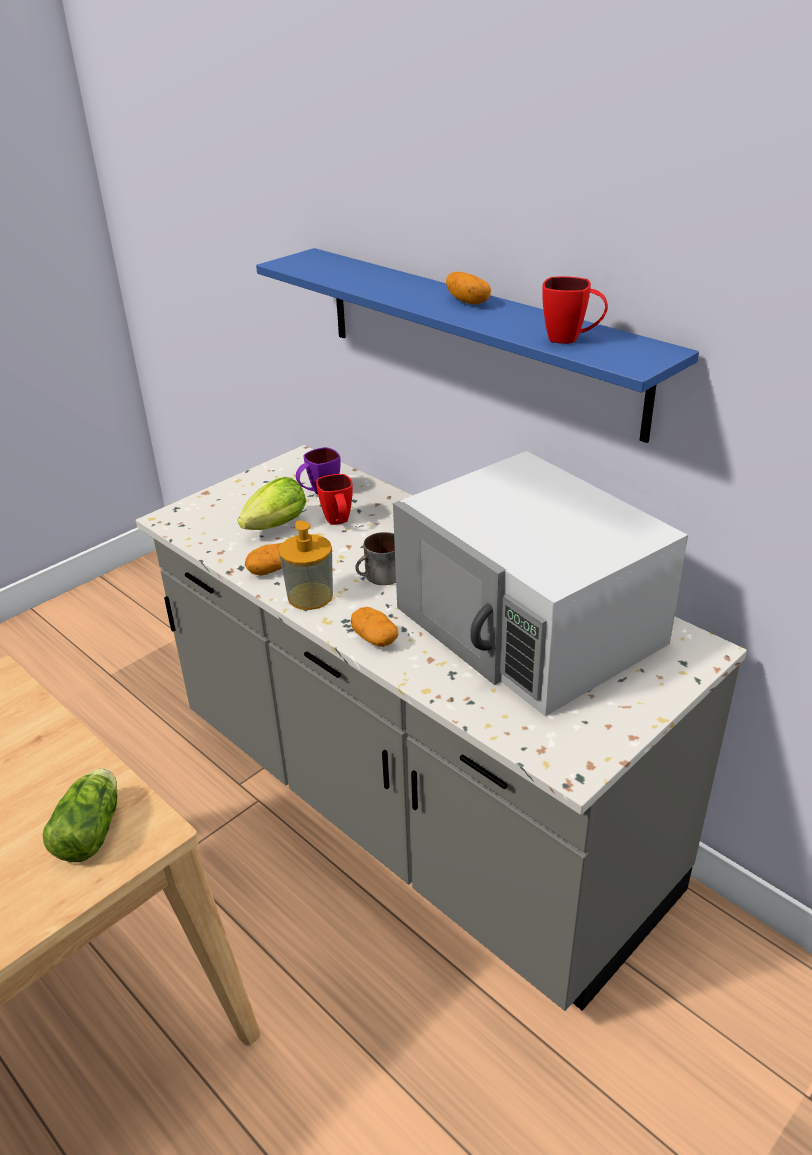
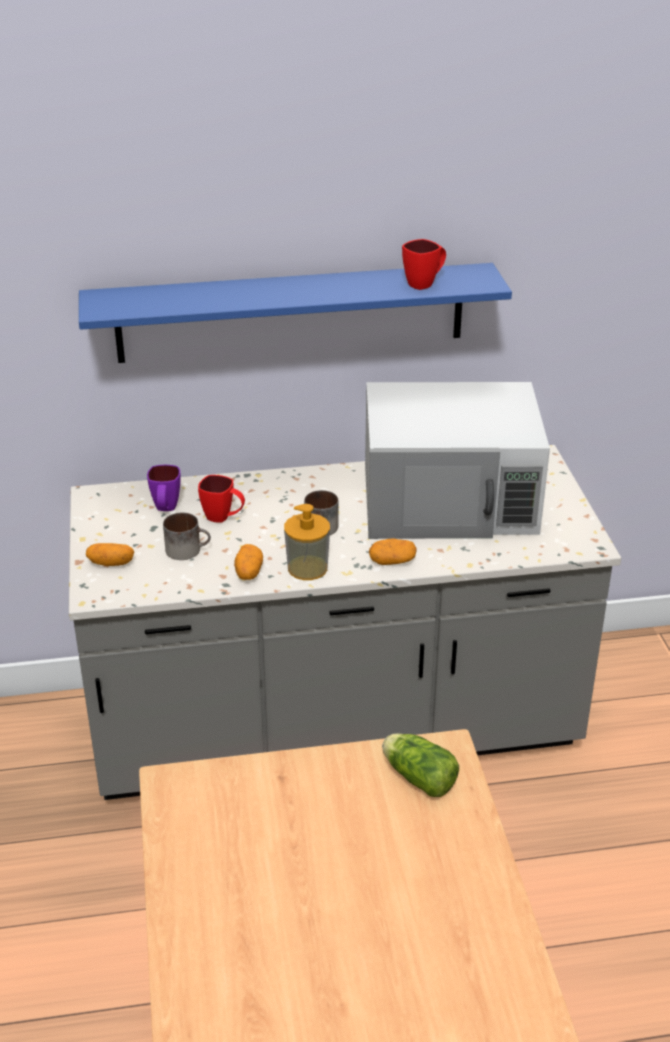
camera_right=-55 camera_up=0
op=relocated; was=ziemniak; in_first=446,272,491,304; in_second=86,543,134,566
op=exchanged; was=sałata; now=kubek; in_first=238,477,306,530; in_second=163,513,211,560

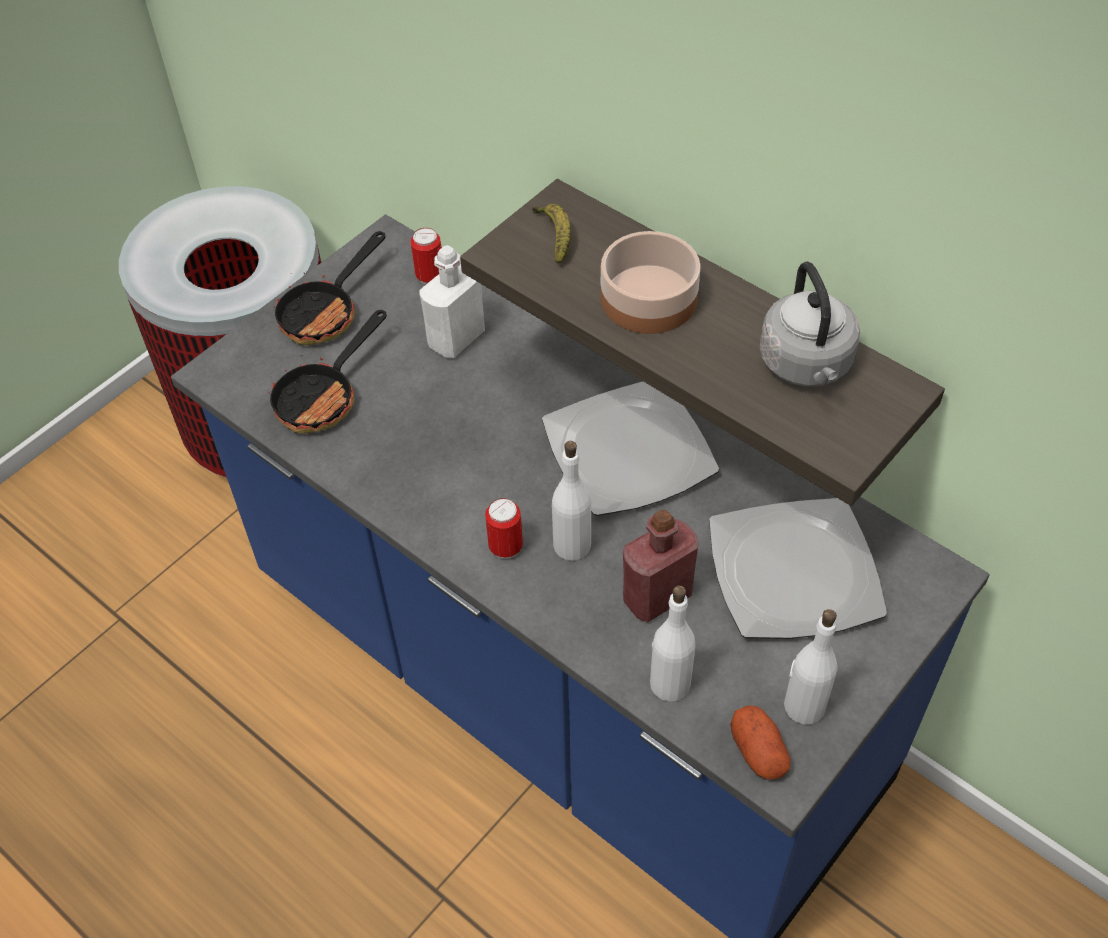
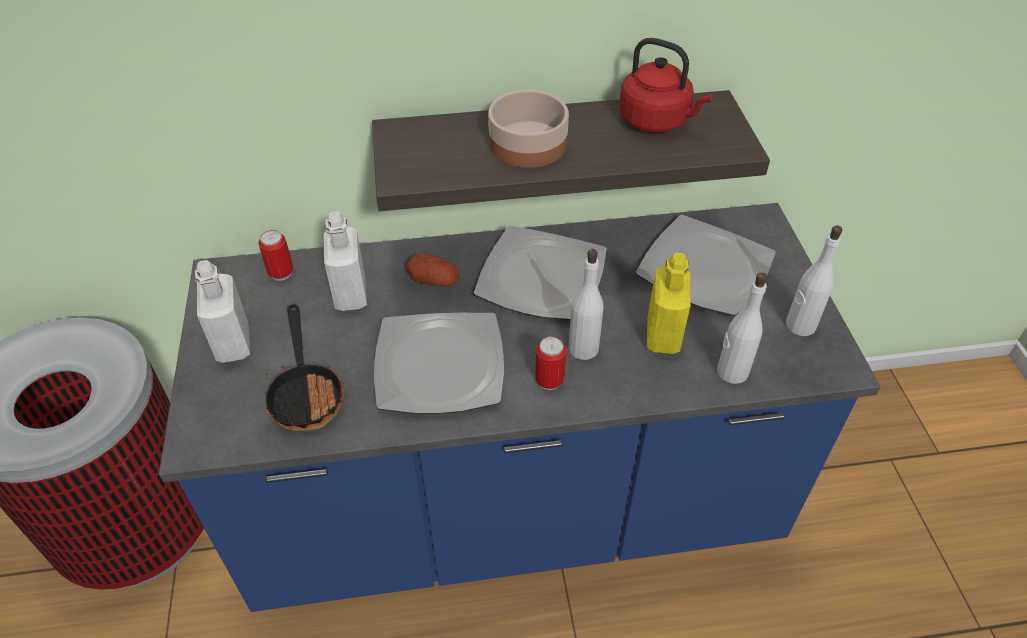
camera_right=-50 camera_up=-5
op=missing; was=banan; in_first=532,204,571,264
op=exchanged; was=patelnia; now=butelka [biały]; in_first=273,231,385,345; in_second=195,260,250,363
op=colour; was=czajnik [szary]; now=czajnik [czerwony]; in_first=760,262,860,387; in_second=619,38,713,133
op=colour; was=butelka [czerwony]; now=butelka [żółty]; in_first=623,510,699,622; in_second=647,253,691,354
op=relocated; was=ziemniak; in_first=730,705,791,780; in_second=406,254,460,287
op=appeared; now=talerz; in_second=374,313,504,414

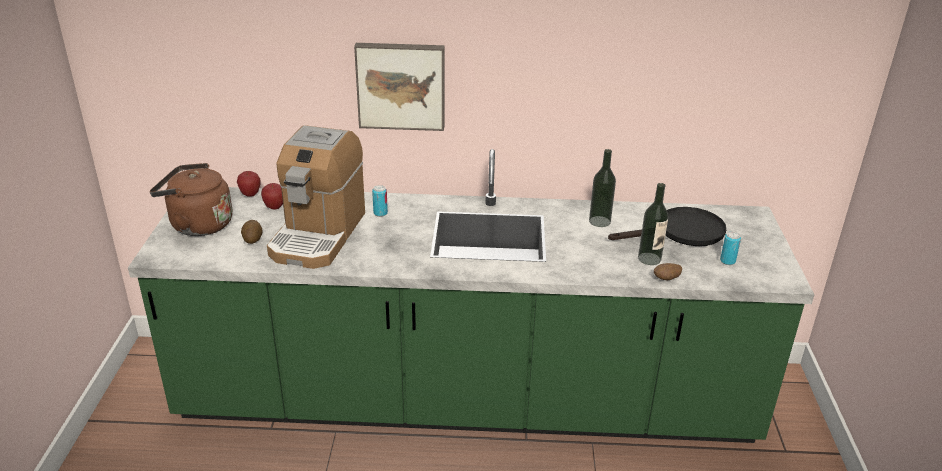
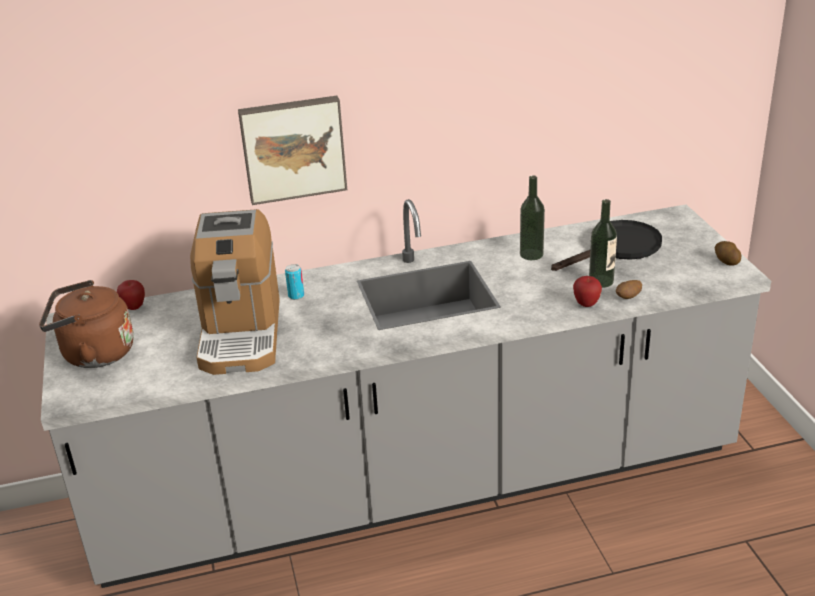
camera_right=-15 camera_up=0
op=colour; was=zabudowa kuchenna [zielony]; now=zabudowa kuchenna [szary]; in_first=128,149,815,443; in_second=41,199,771,588
op=relocated; was=jabłko; in_first=261,183,283,209; in_second=573,276,602,307
op=relocated; was=ziemniak; in_first=241,220,263,244; in_second=715,241,741,266
op=missing; was=puszka; in_first=720,231,741,265

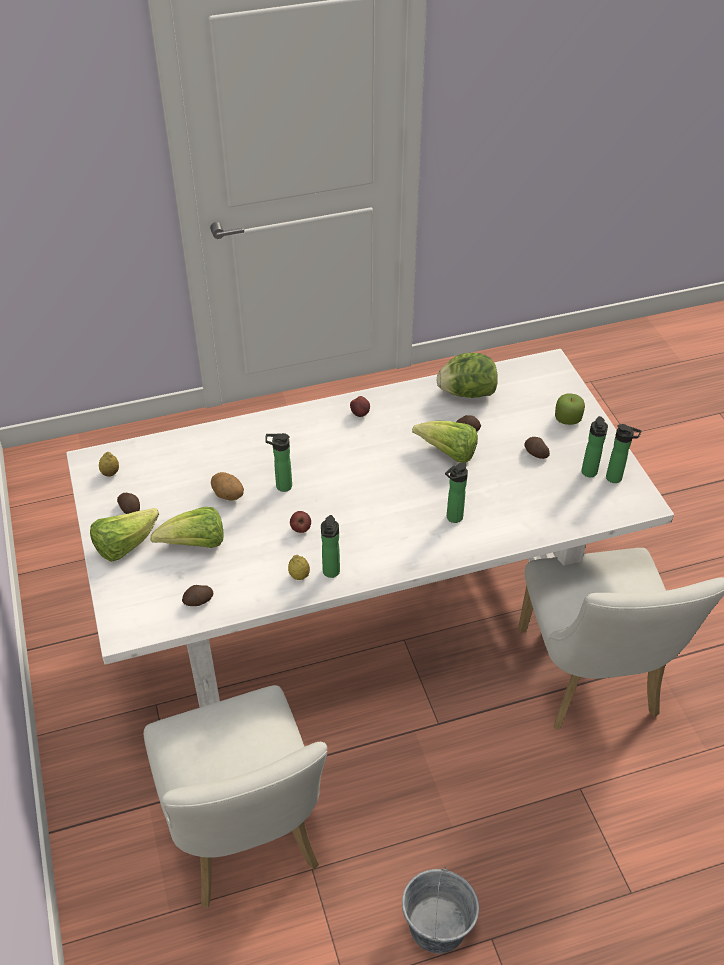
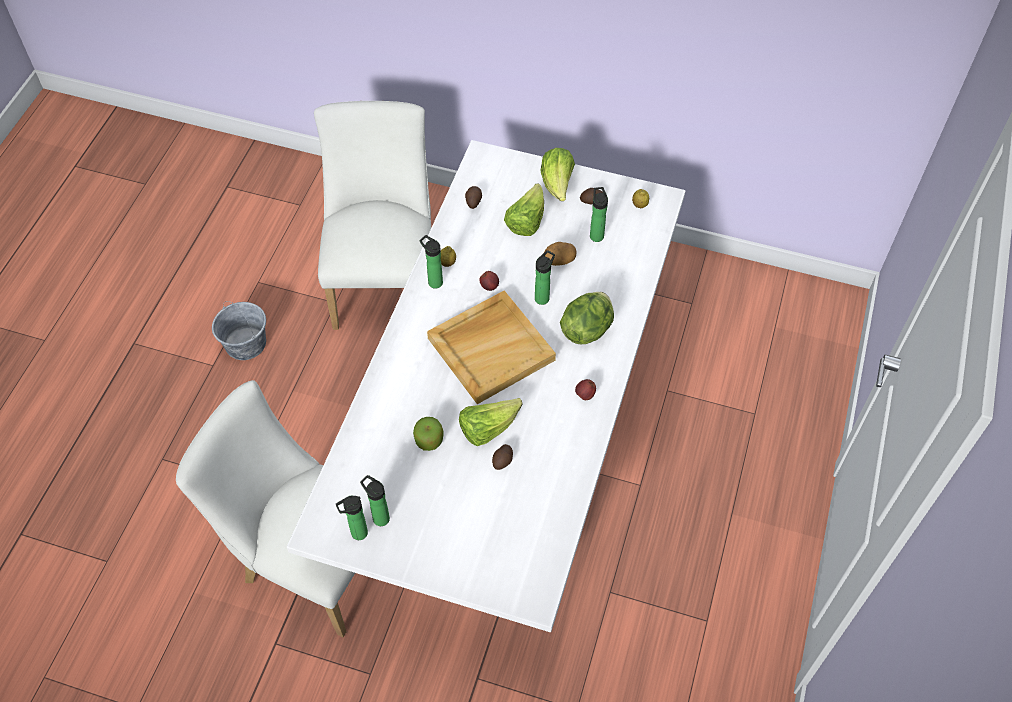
camera_right=125 camera_up=10
op=relocated; was=sałata; in_first=436,353,498,398; in_second=560,292,614,344
op=relocated; was=jabłko; in_first=555,394,585,425; in_second=413,417,444,451
op=missing; was=ziemniak; in_first=525,437,550,459
op=relocated; was=butelka; in_first=445,463,468,523; in_second=590,187,608,242
op=spun; was=krzesło [biały]; in_first=144,685,327,907; in_second=314,101,431,330; clockwise=75
op=appeared; now=taca [beżowy]; in_second=427,290,556,404

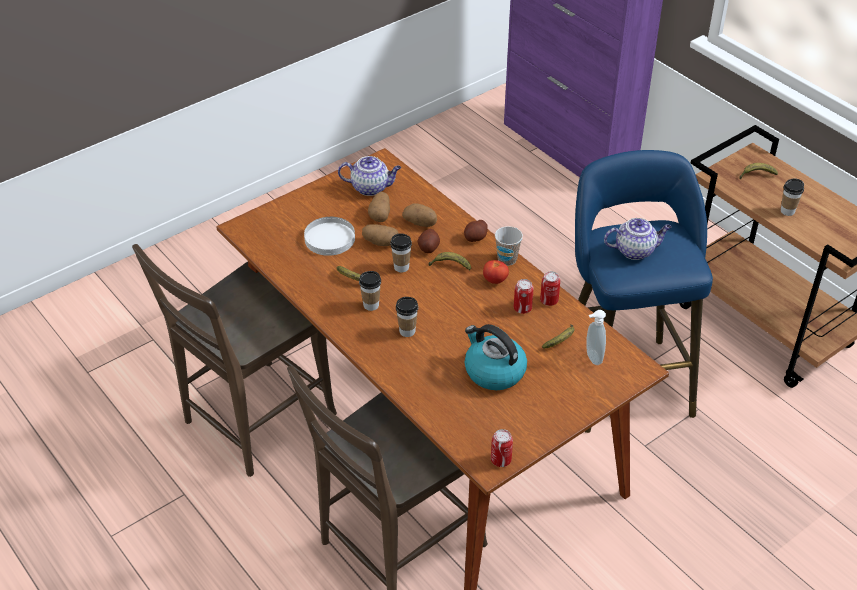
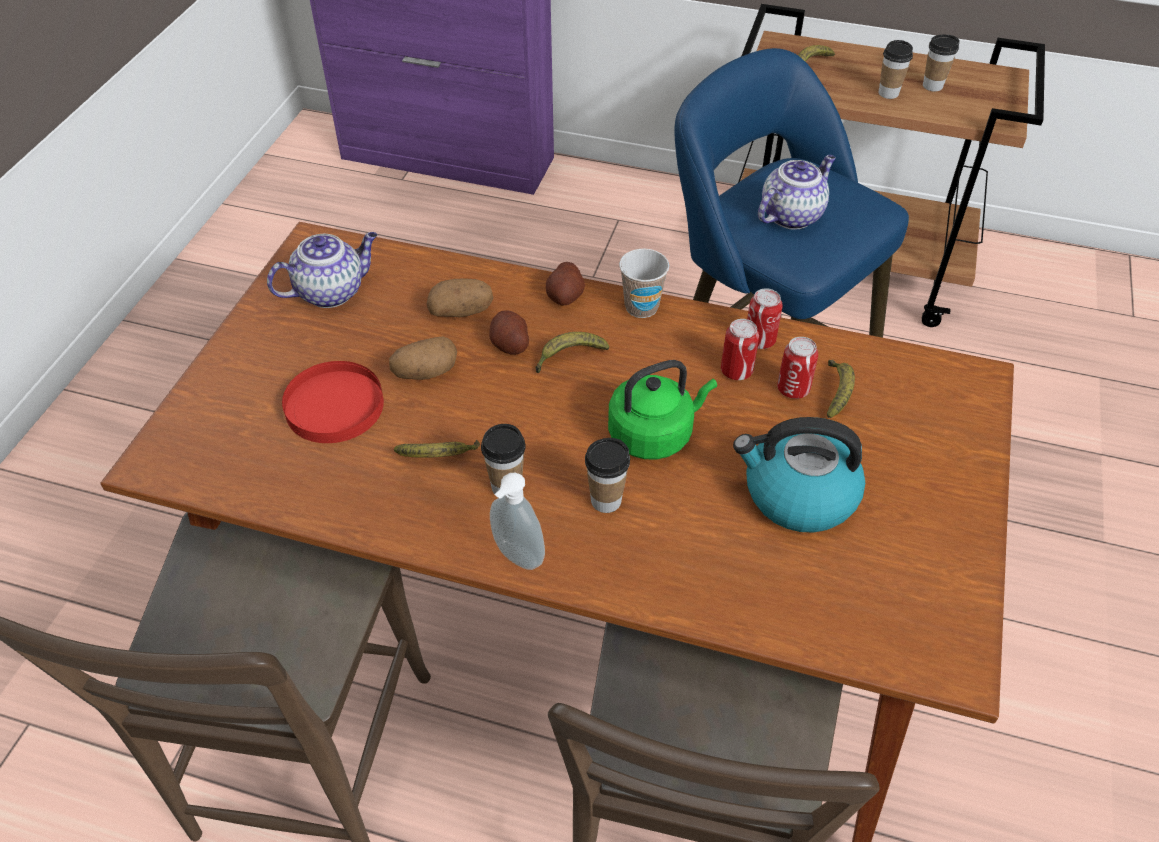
camera_right=-35 camera_up=5
op=missing; was=ziemniak; in_first=368,192,390,222
op=colour; was=talerz [biały]; now=talerz [czerwony]; in_first=304,217,355,256; in_second=282,361,384,443
op=relocated; was=filiżanka; in_first=390,233,412,273; in_second=923,35,960,91
op=missing; was=pomidor; in_first=483,260,509,284
op=relocated; was=dozownik mydła; in_first=586,310,606,365; in_second=490,473,545,570
op=relocated; was=puszka; in_first=491,429,513,467; in_second=777,337,818,399
op=appeared; now=czajnik [zielony]; in_second=608,360,717,460

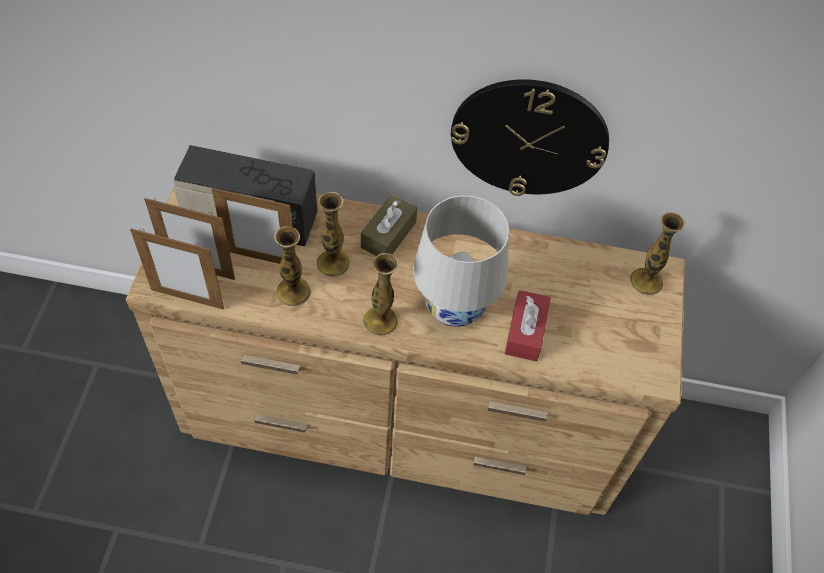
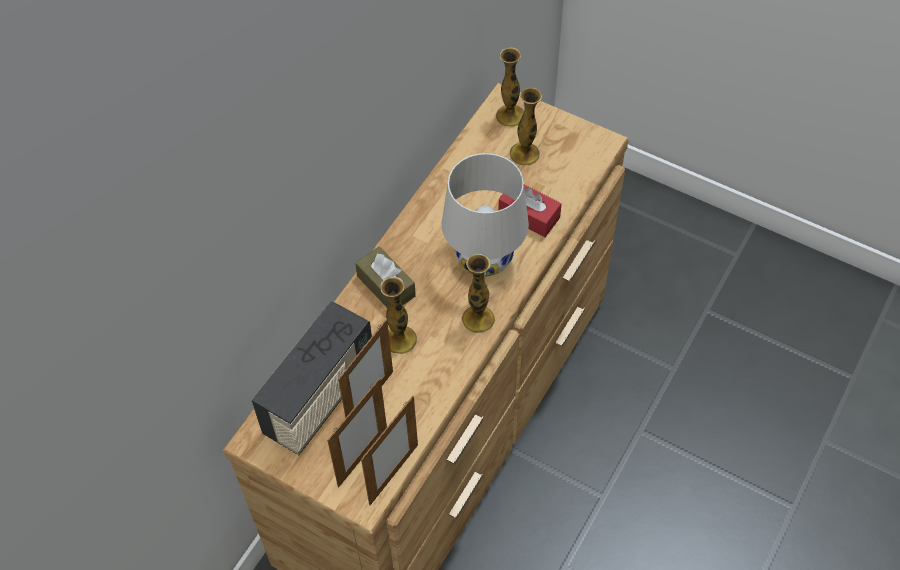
camera_right=-65 camera_up=0
op=missing; was=zegar ścienny; in_first=451,79,609,196
op=relocated; was=wazon; in_first=274,226,311,306; in_second=509,88,542,165

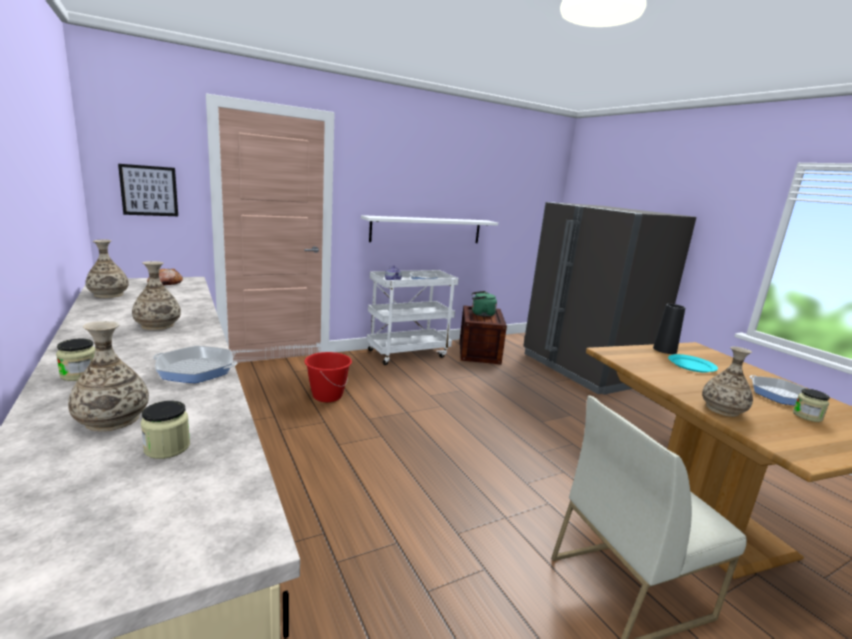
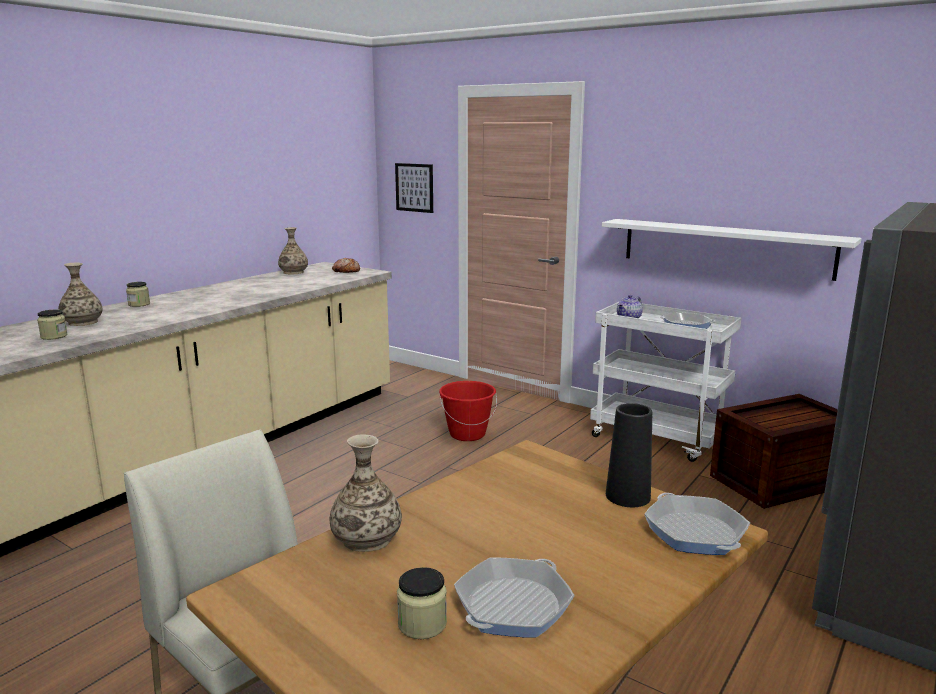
camera_right=65 camera_up=0
op=missing; was=wazon; in_first=132,261,181,330
op=missing; was=czajnik [zielony]; in_first=472,291,497,317
op=relocated; was=patelnia; in_first=153,346,238,383; in_second=644,493,750,555
op=missing; was=talerz [turkusowy]; in_first=668,354,718,373

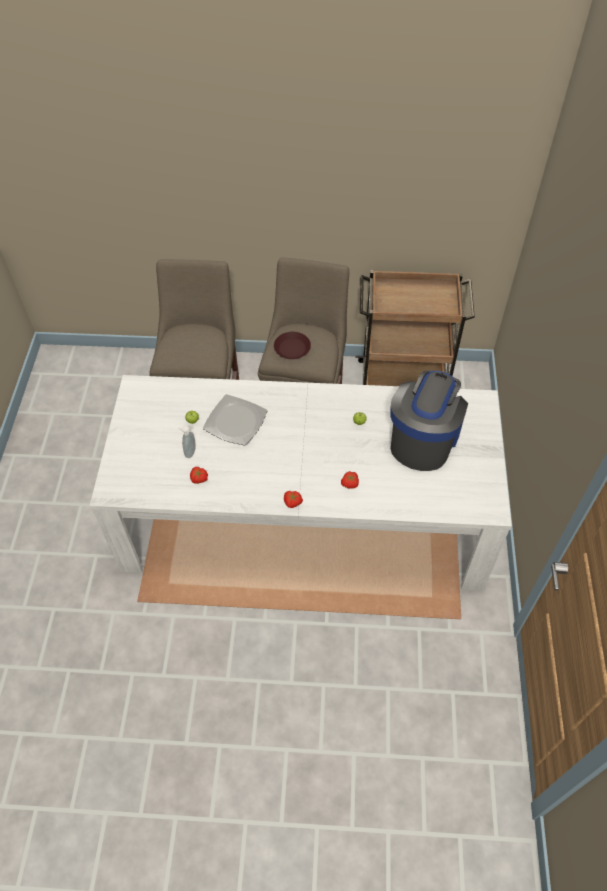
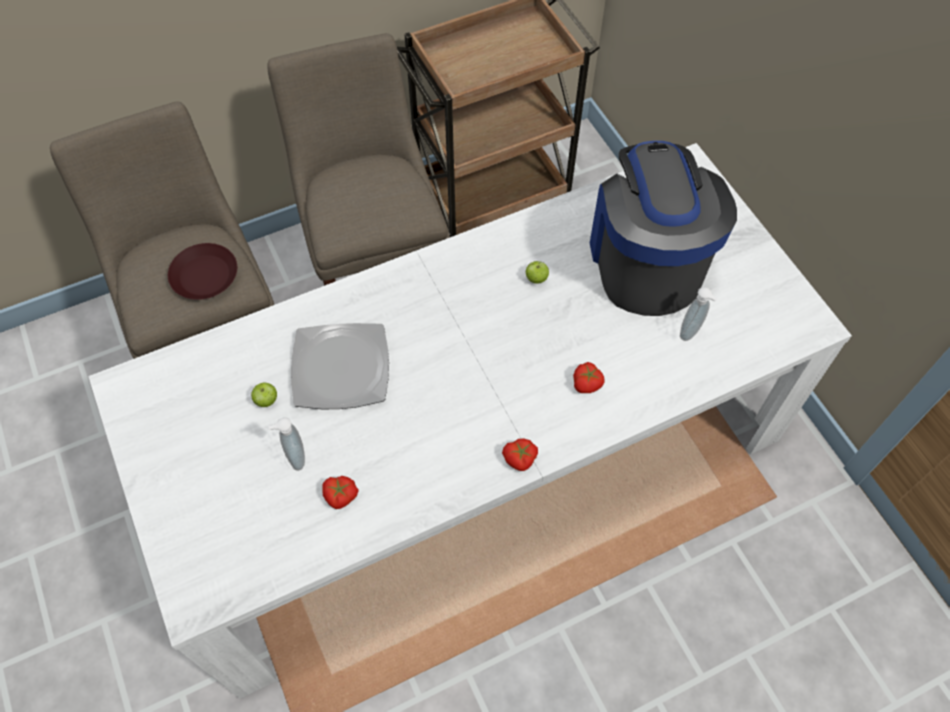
camera_right=-30 camera_up=5
op=relocated; was=talerz [brązowy]; in_first=274,332,311,359; in_second=168,243,237,300
op=appeared; now=dozownik mydła; in_second=680,287,717,341

